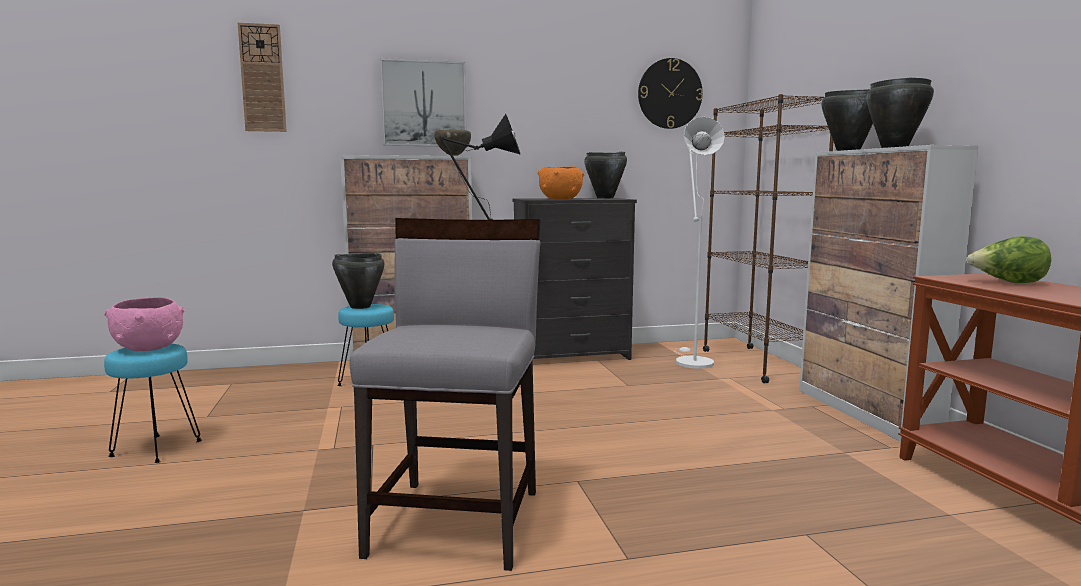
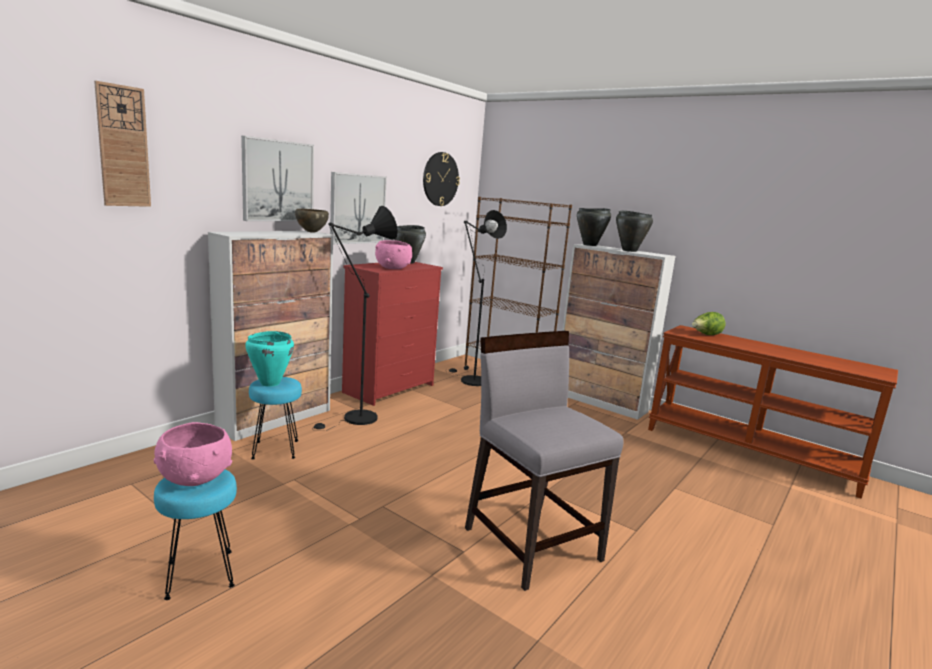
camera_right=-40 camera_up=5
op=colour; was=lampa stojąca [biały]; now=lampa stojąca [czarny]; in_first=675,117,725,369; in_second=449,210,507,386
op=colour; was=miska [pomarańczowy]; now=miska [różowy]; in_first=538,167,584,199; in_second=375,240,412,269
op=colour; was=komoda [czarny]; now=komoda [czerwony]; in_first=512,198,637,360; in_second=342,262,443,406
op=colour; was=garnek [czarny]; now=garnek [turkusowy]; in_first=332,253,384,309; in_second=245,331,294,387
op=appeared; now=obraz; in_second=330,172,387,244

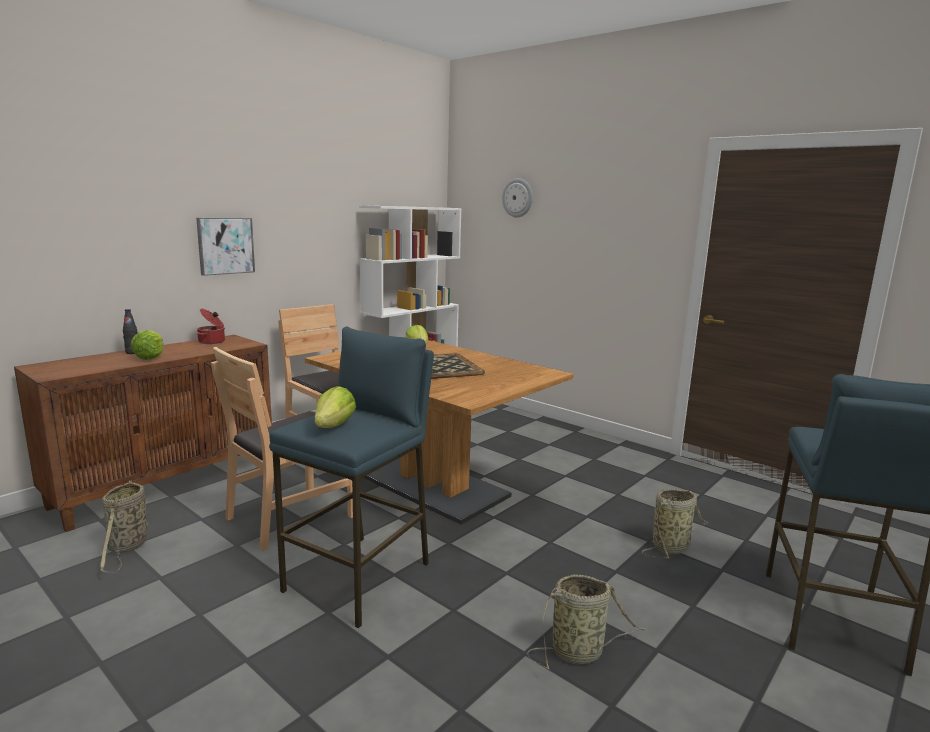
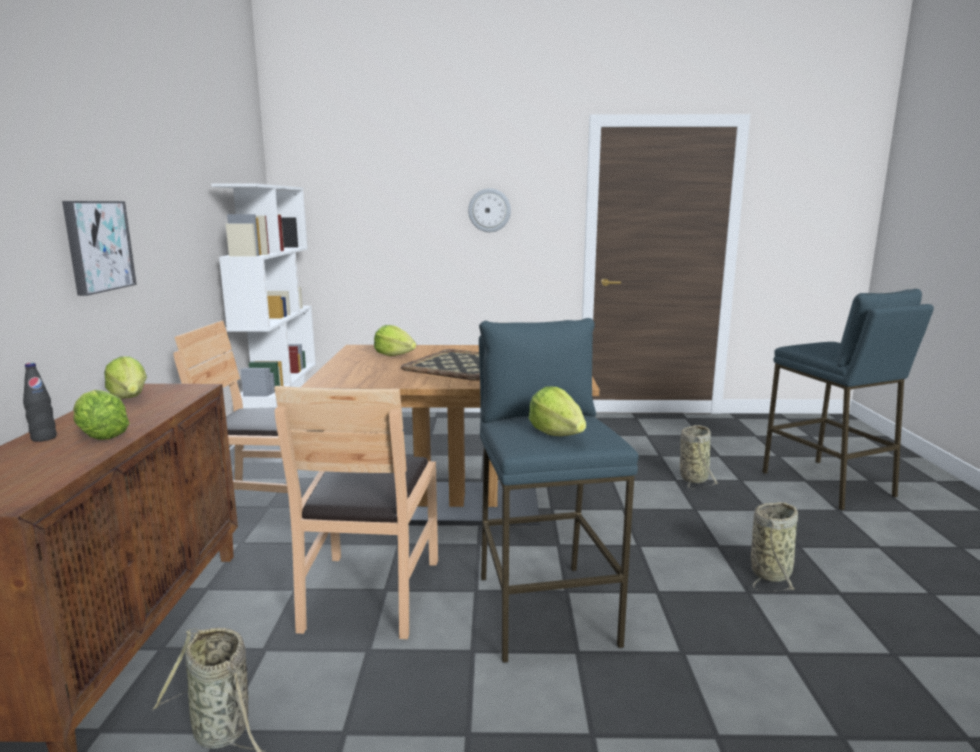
camera_right=-40 camera_up=0
op=relocated; was=zegar ścienny; in_first=502,178,533,217; in_second=468,188,511,232
op=exchanged; was=garnek; now=sałata; in_first=197,309,225,344; in_second=104,356,147,399

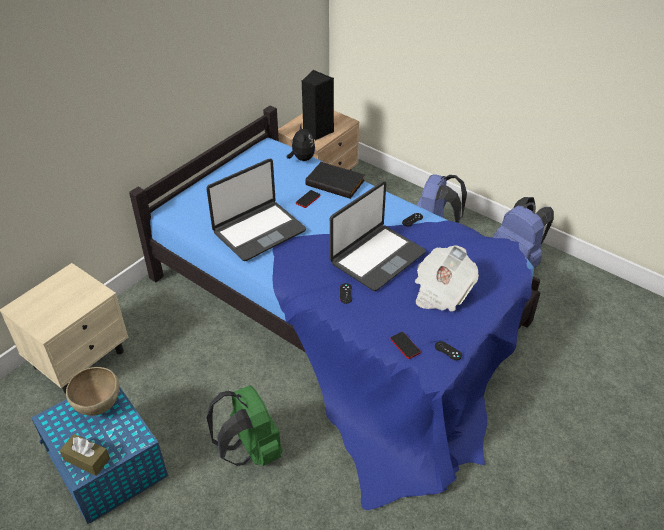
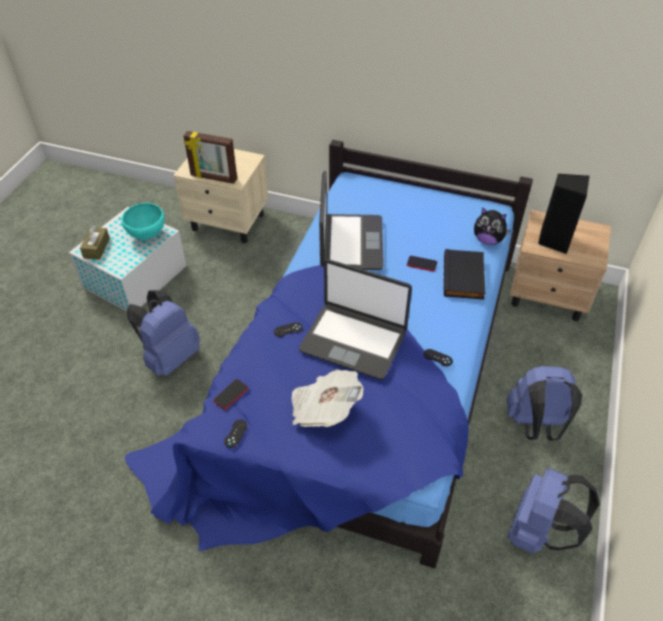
camera_right=70 camera_up=5
op=spun; was=pluszak; in_first=287,125,315,161; in_second=474,207,511,245; clockwise=60
op=spun; was=laptop; in_first=206,159,306,261; in_second=319,171,384,270; clockwise=-120
op=colour; was=miska [brązowy]; now=miska [turkusowy]; in_first=66,367,120,416; in_second=122,203,165,240
op=colour; was=plecak [zielony]; now=plecak [niebieski]; in_first=206,386,283,466; in_second=127,290,200,376
op=colour; was=pojemnik do przechowywania [niebieski]; now=pojemnik do przechowywania [biały]; in_first=31,387,168,524; in_second=69,207,187,312
op=appeared; now=ramka na zdjęcie; in_second=183,131,237,184

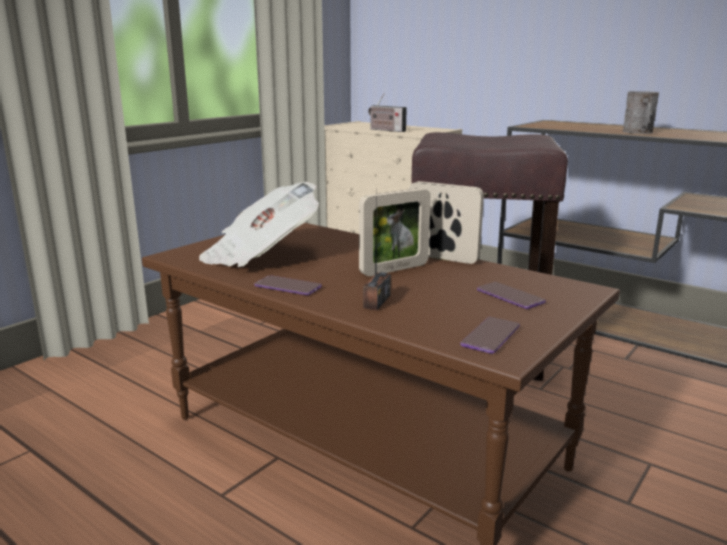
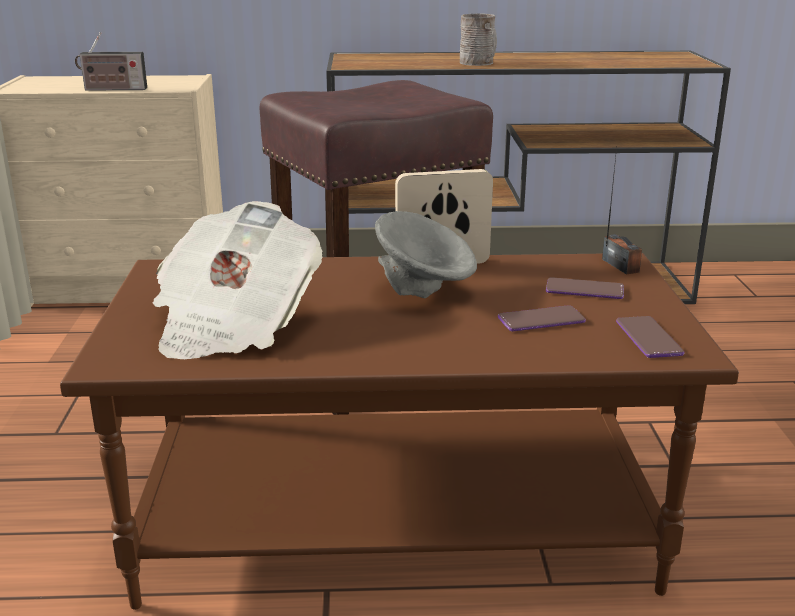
camera_right=-40 camera_up=5
op=relocated; was=radio; in_first=363,187,391,310; in_second=602,147,642,275
op=exchanged; was=ramka na zdjęcie; now=miska [szary]; in_first=359,188,431,276; in_second=375,211,477,298
op=relocated; was=telefon; in_first=255,275,322,295; in_second=498,305,586,331

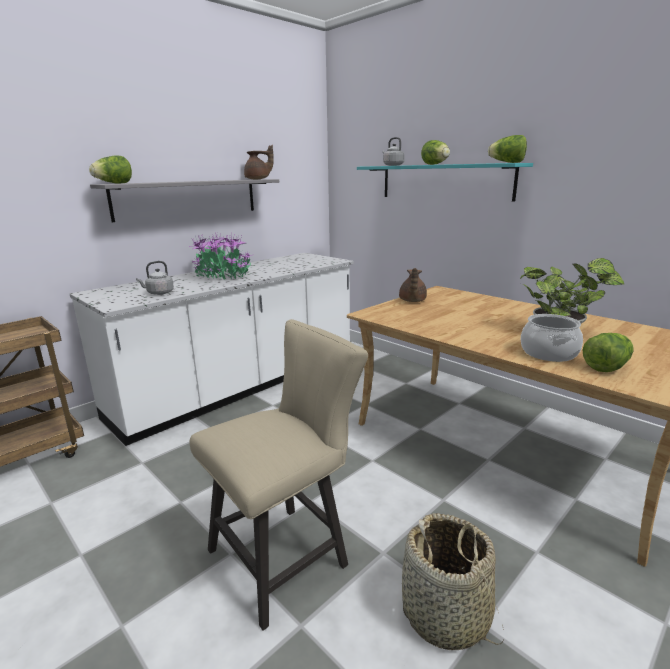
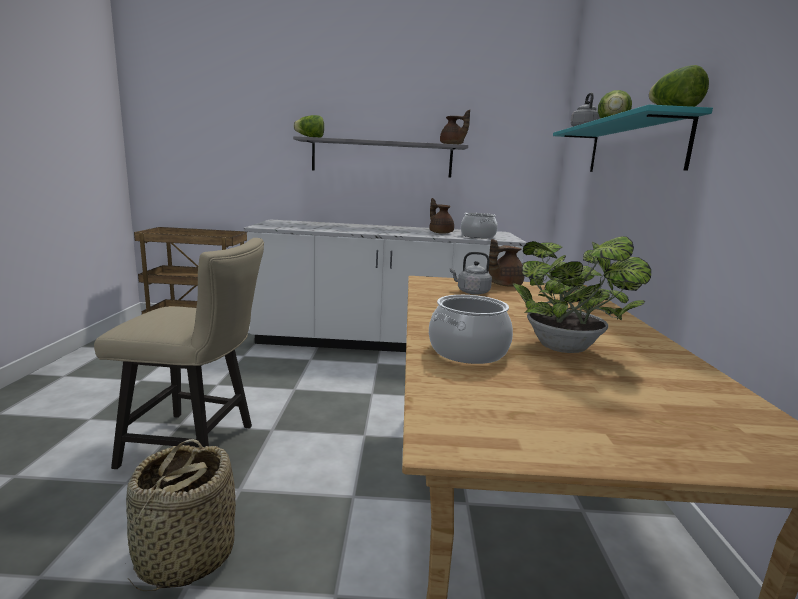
camera_right=45 camera_up=-5
op=missing; was=roślina doniczkowa; in_first=189,232,251,279
op=relocated; was=czajnik [szary]; in_first=136,261,174,295; in_second=450,252,492,295
op=missing; was=sałata; in_first=583,333,634,372
op=appeared; now=imbryk [brązowy]; in_second=430,198,454,234
op=appeared; now=garnek; in_second=461,213,498,238

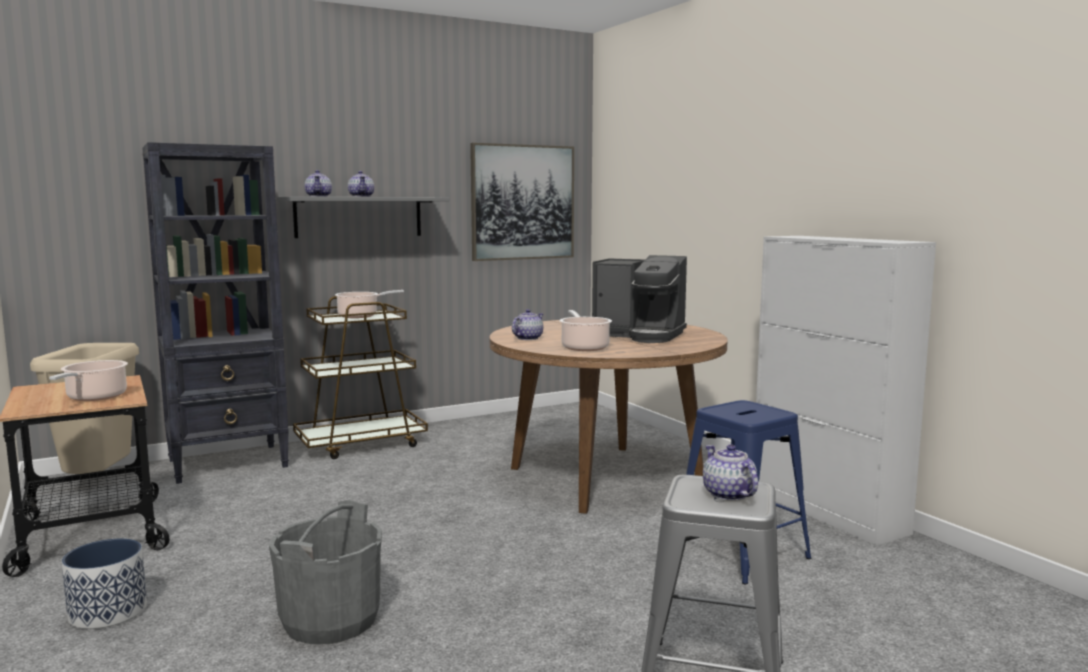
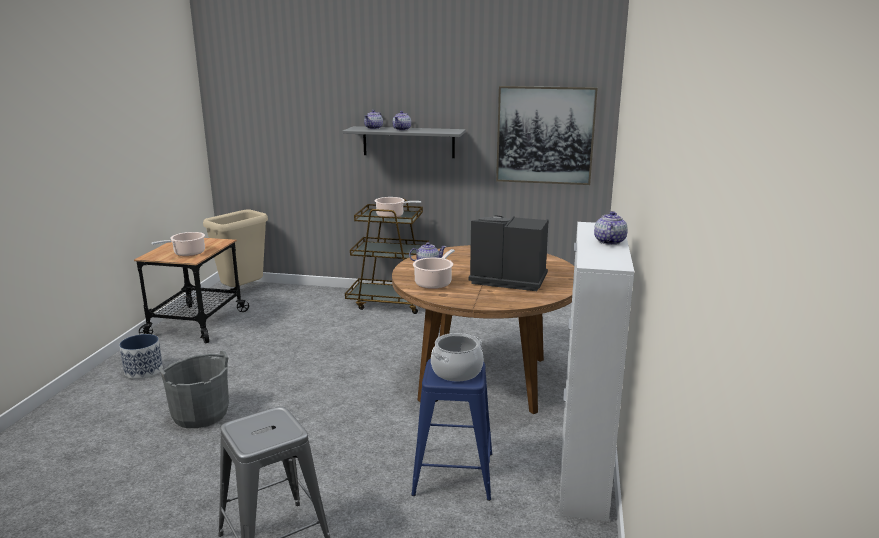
camera_right=40 camera_up=10
op=missing; was=regał [czarny]; in_first=142,142,289,484
op=spun; was=ekspres do kawy; in_first=592,255,687,343; in_second=468,216,549,291; clockwise=135
op=relocated; was=imbryk; in_first=703,444,758,501; in_second=594,211,628,245
op=appeared; now=garnek; in_second=431,333,483,381

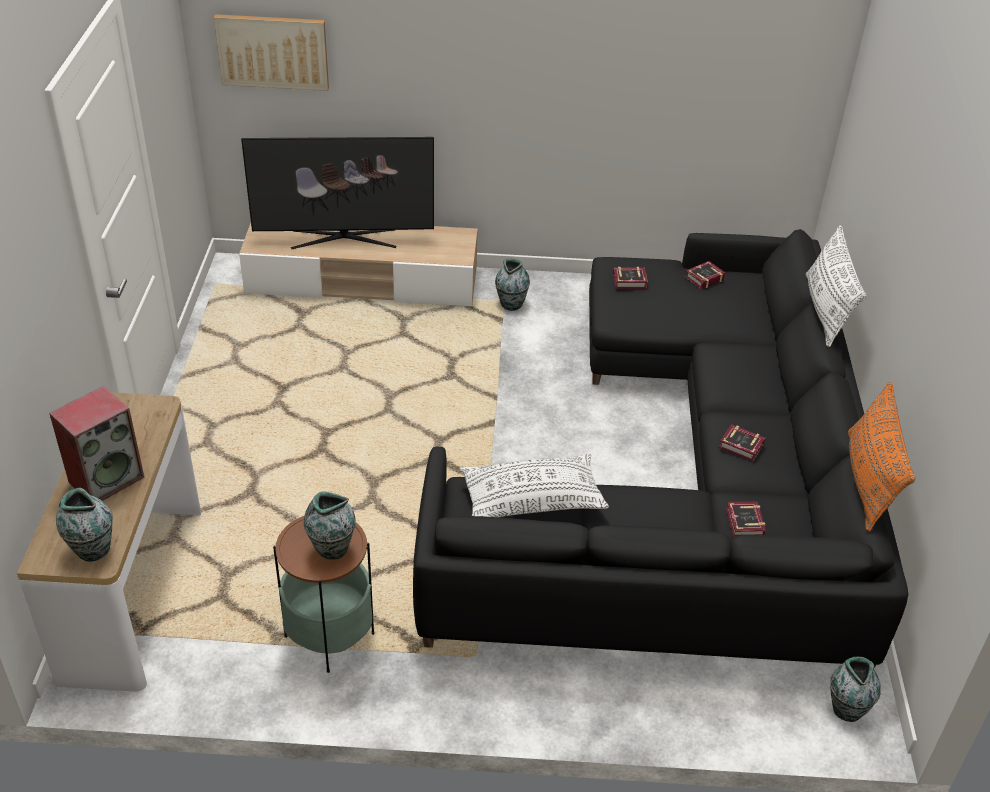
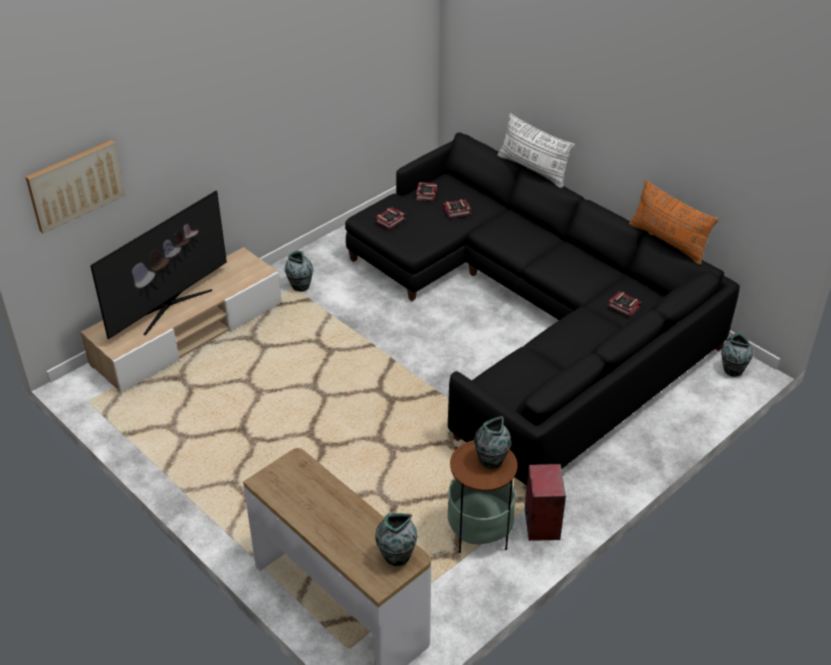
camera_right=-45 camera_up=0
op=relocated; was=głośnik; in_first=49,386,144,501; in_second=525,464,566,541
op=relocated; was=książka; in_first=719,424,765,461; in_second=443,199,471,218
op=missing; was=poduszka [biały]; in_first=460,453,609,517

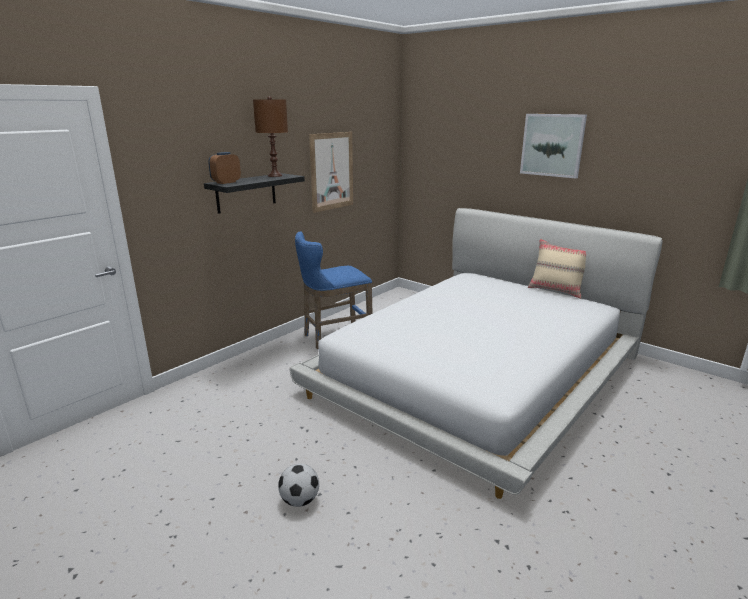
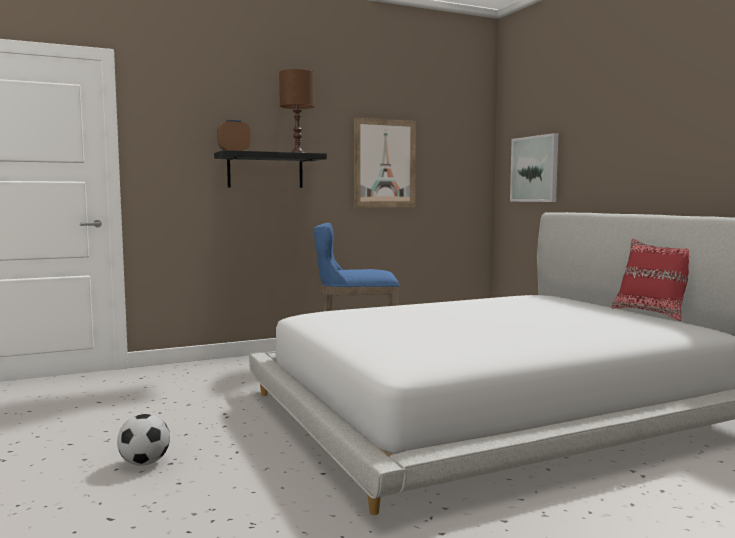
camera_right=25 camera_up=-15
op=relocated; was=obraz; in_first=520,114,587,179; in_second=510,133,558,202
op=colour; was=poduszka [beżowy]; now=poduszka [czerwony]; in_first=528,239,586,299; in_second=611,239,689,321

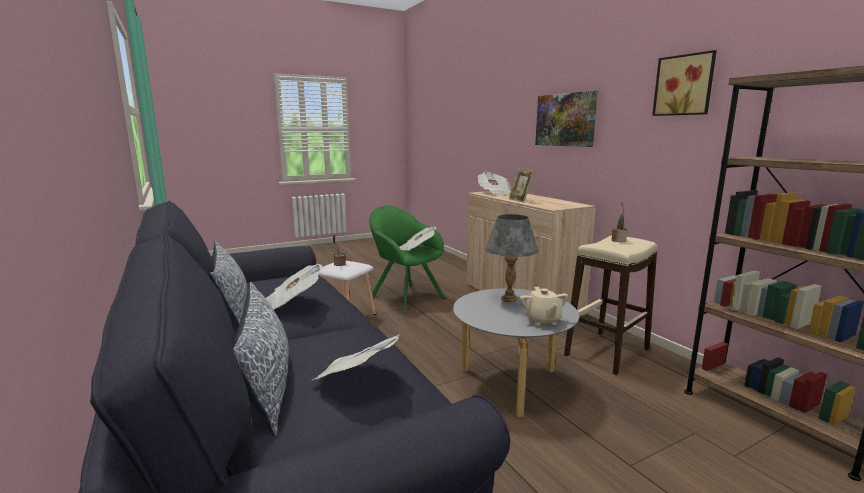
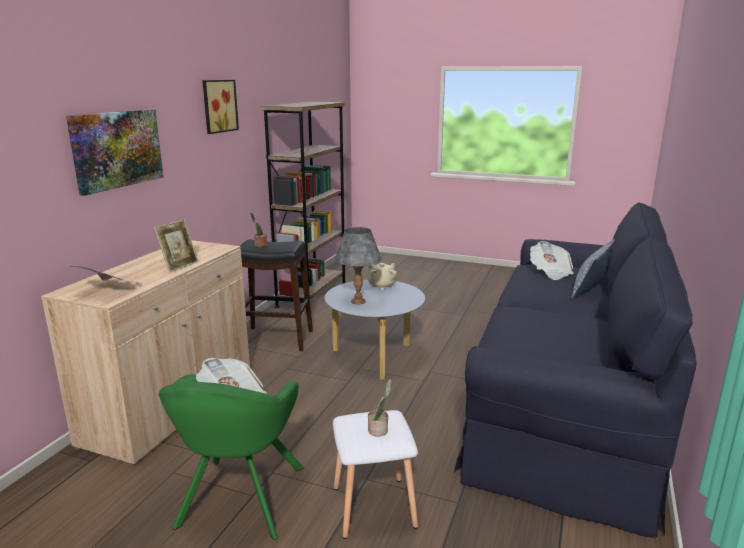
camera_right=-130 camera_up=5
op=colour; was=stołek [beżowy]; now=stołek [czarny]; in_first=564,235,658,375; in_second=240,239,313,351
op=missing; was=poduszka; in_first=209,241,247,327
op=missing; was=gazeta; in_first=266,264,323,310

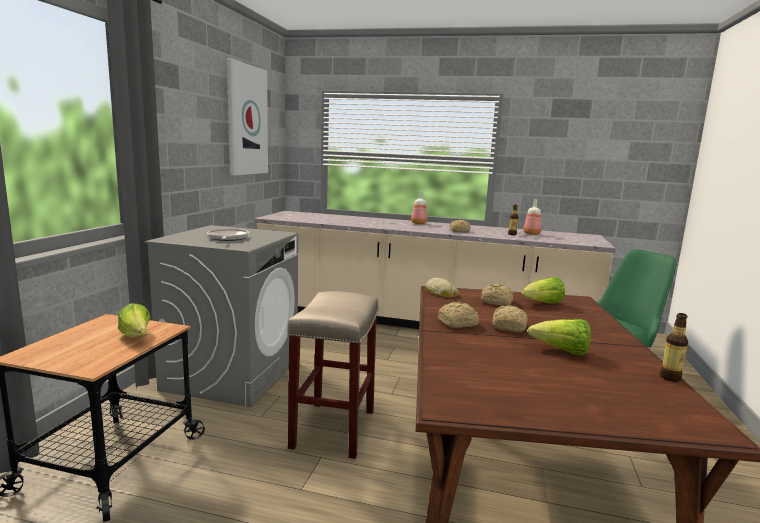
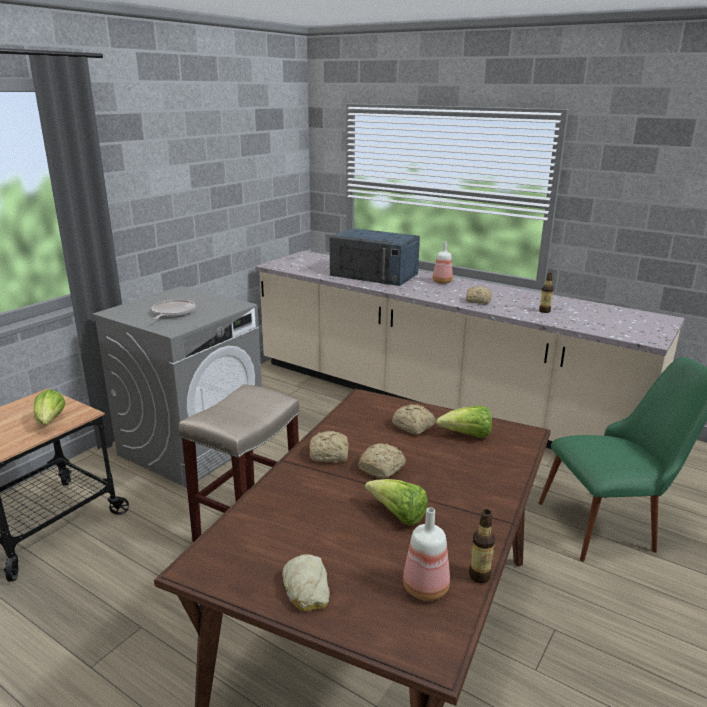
camera_right=20 camera_up=10
op=missing; was=obraz; in_first=227,58,268,176
op=relocated; was=butelka; in_first=523,199,541,235; in_second=403,507,450,601
op=relocated; was=chleb; in_first=425,277,459,298; in_second=282,554,330,612
op=appeared; now=mikrofalówka [niebieski]; in_second=330,228,420,286

